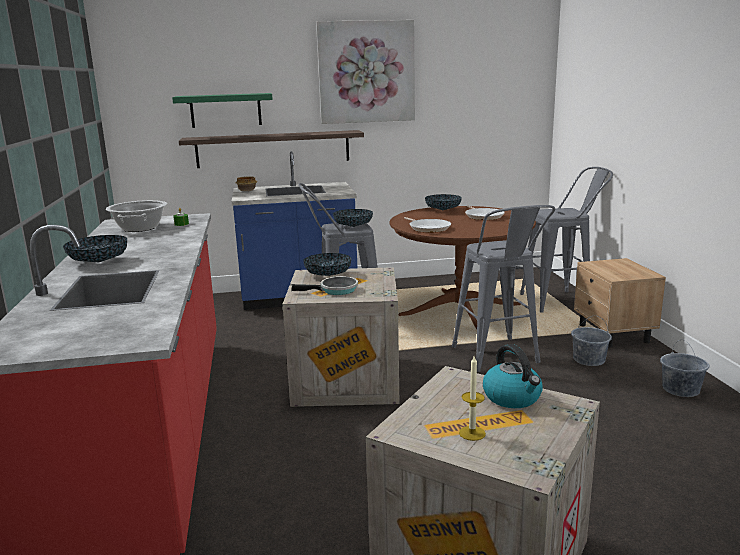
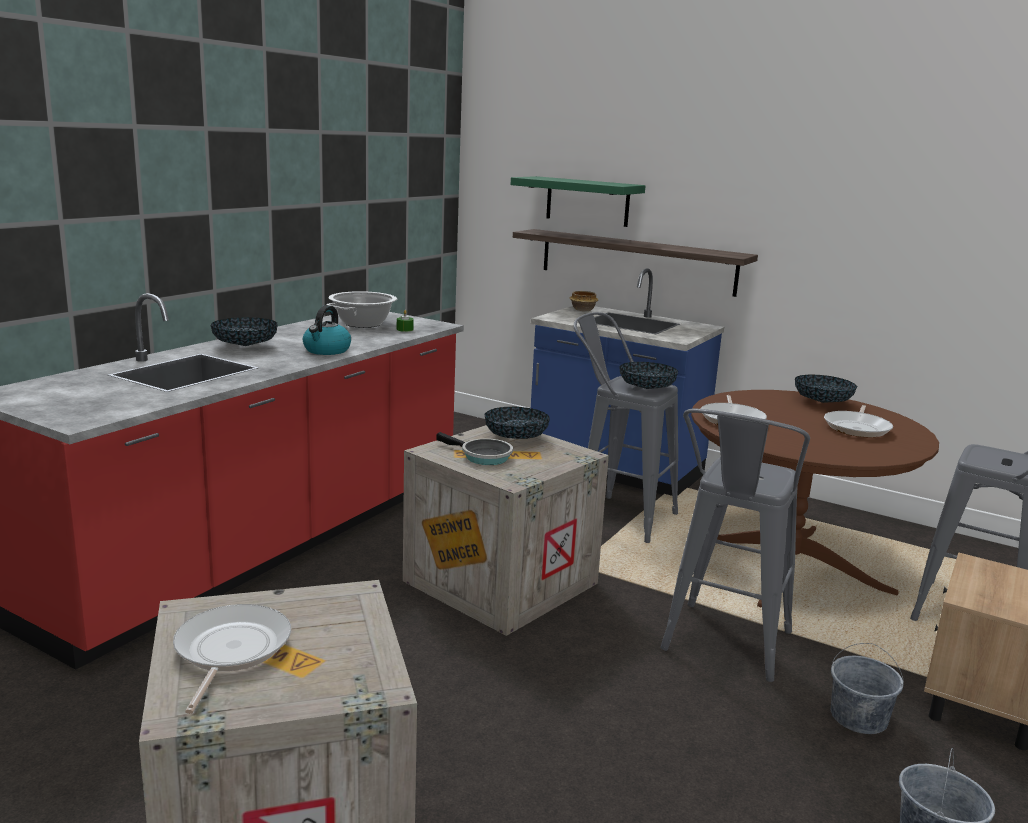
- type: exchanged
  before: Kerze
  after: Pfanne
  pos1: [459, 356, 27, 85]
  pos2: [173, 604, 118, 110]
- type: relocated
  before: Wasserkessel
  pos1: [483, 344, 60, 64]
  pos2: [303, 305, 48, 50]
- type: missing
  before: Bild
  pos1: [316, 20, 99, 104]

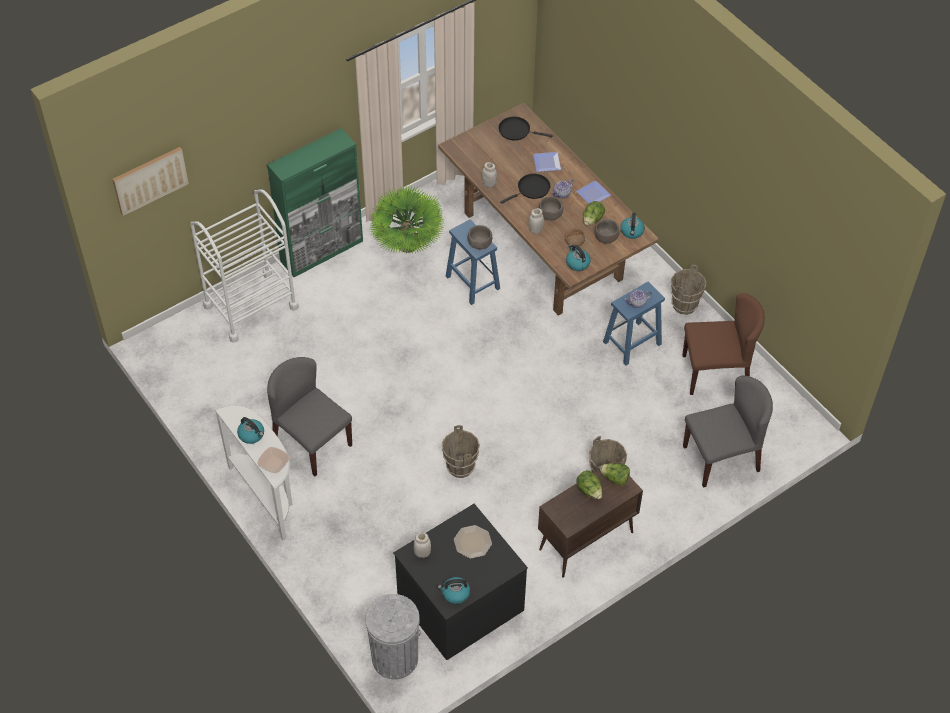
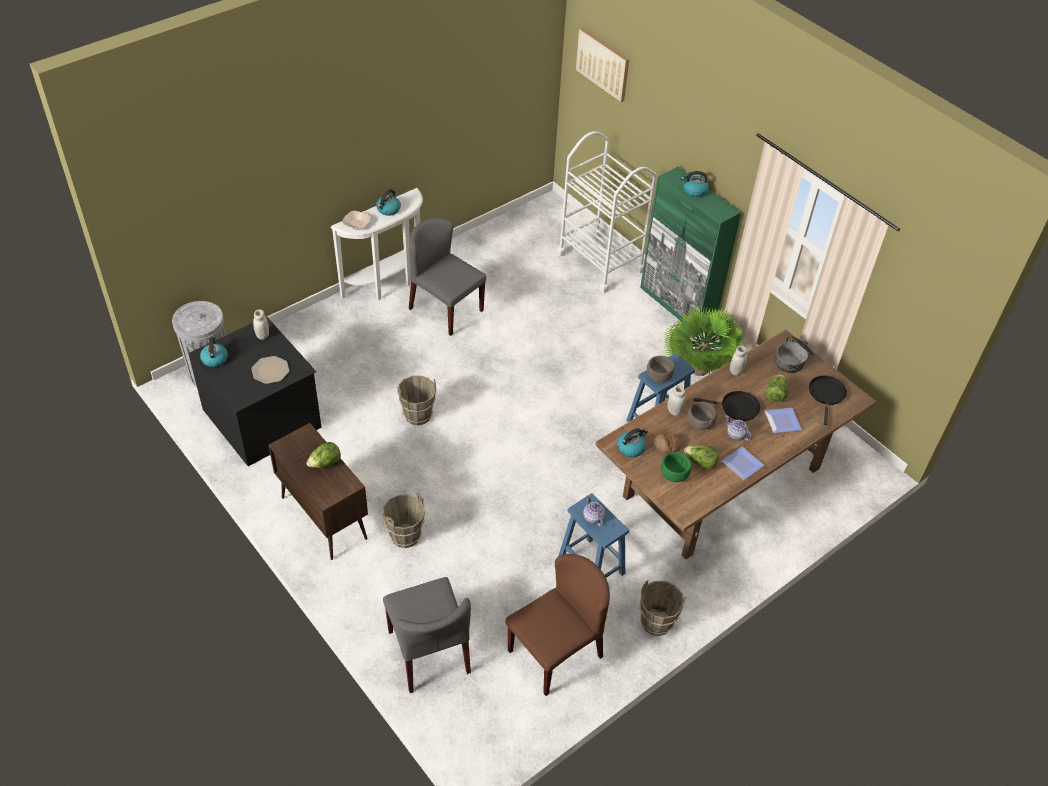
- type: spun
  before: Stuhl (grau)
  pos1: [267, 357, 85, 120]
  pos2: [409, 218, 77, 118]
  turn: -90
- type: spun
  before: Stuhl (braun)
  pos1: [682, 293, 83, 102]
  pos2: [505, 554, 105, 142]
  turn: -120
- type: colour
  before: Schüssel (braun)
  after: Schüssel (grün)
  pos1: [594, 219, 25, 24]
  pos2: [661, 452, 31, 30]
- type: relocated
  before: Wasserkessel
  pos1: [620, 213, 25, 26]
  pos2: [681, 171, 28, 26]
- type: spun
  before: Pfanne (schwarz)
  pos1: [500, 174, 50, 30]
  pos2: [694, 391, 66, 30]
  turn: -45
- type: relocated
  before: Salatkopf
  pos1: [600, 463, 30, 23]
  pos2: [765, 375, 23, 27]
- type: appeared
  after: Kochtopf
  pos2: [775, 336, 39, 37]

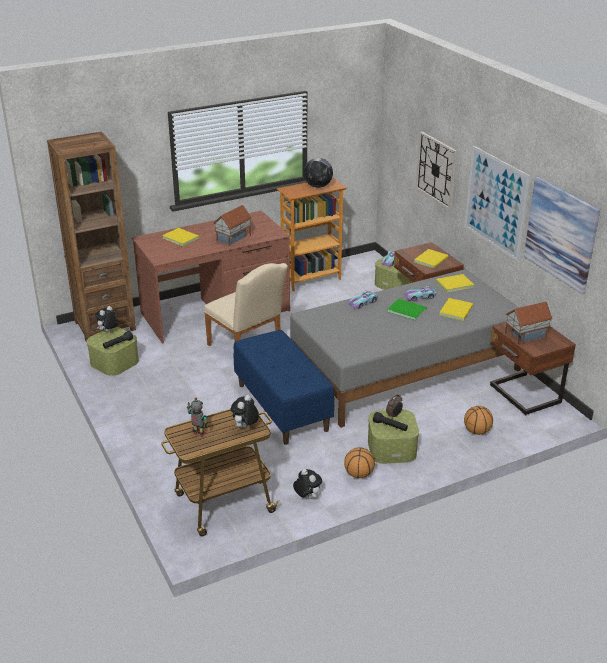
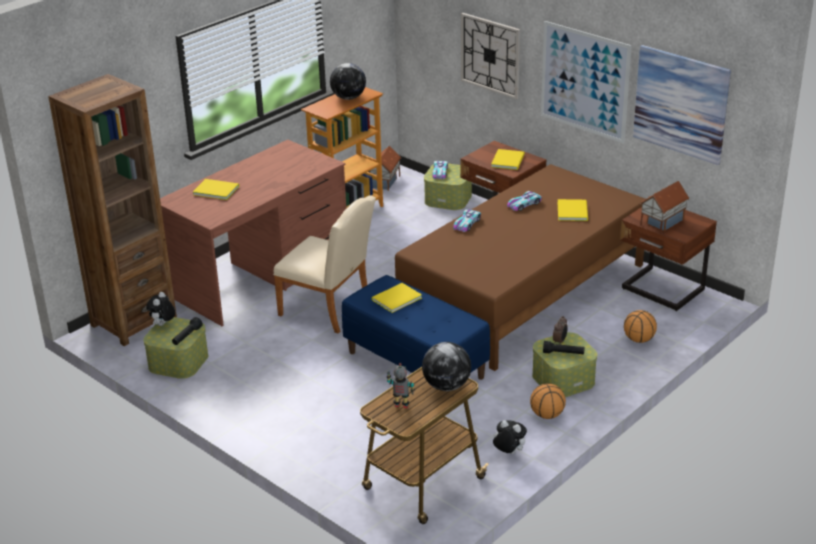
- type: relocated
  before: Spielzeughaus
  pos1: [213, 205, 39, 41]
  pos2: [370, 146, 32, 45]
- type: relocated
  before: Buch (gelb)
  pos1: [436, 274, 38, 18]
  pos2: [372, 283, 50, 30]
- type: colour
  before: Bett (grau)
  after: Bett (braun)
  pos1: [290, 269, 231, 159]
  pos2: [395, 164, 250, 207]
- type: exchanged
  before: Plüschtier
  after: Globus
  pos1: [231, 395, 28, 33]
  pos2: [422, 342, 49, 49]
- type: missing
  before: Buch (grün)
  pos1: [387, 299, 40, 22]

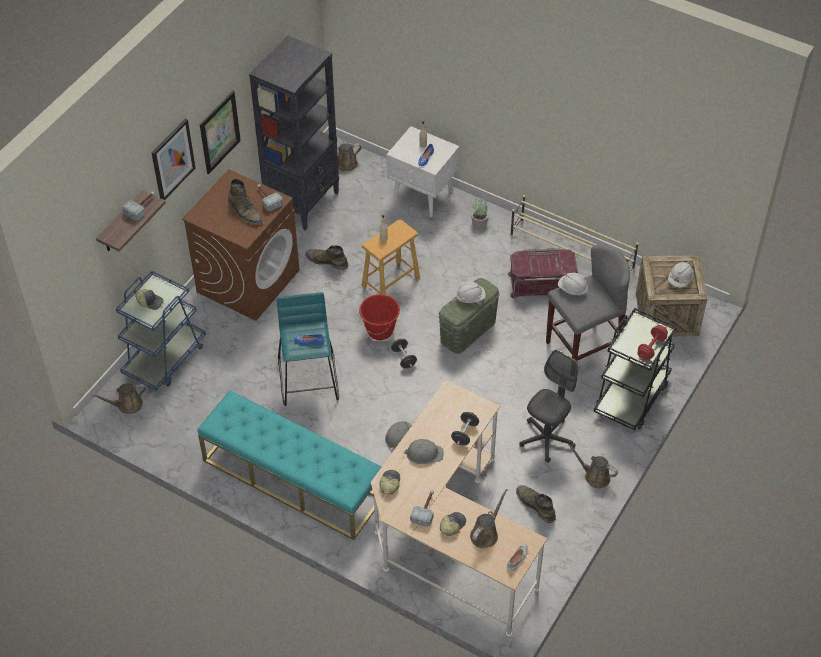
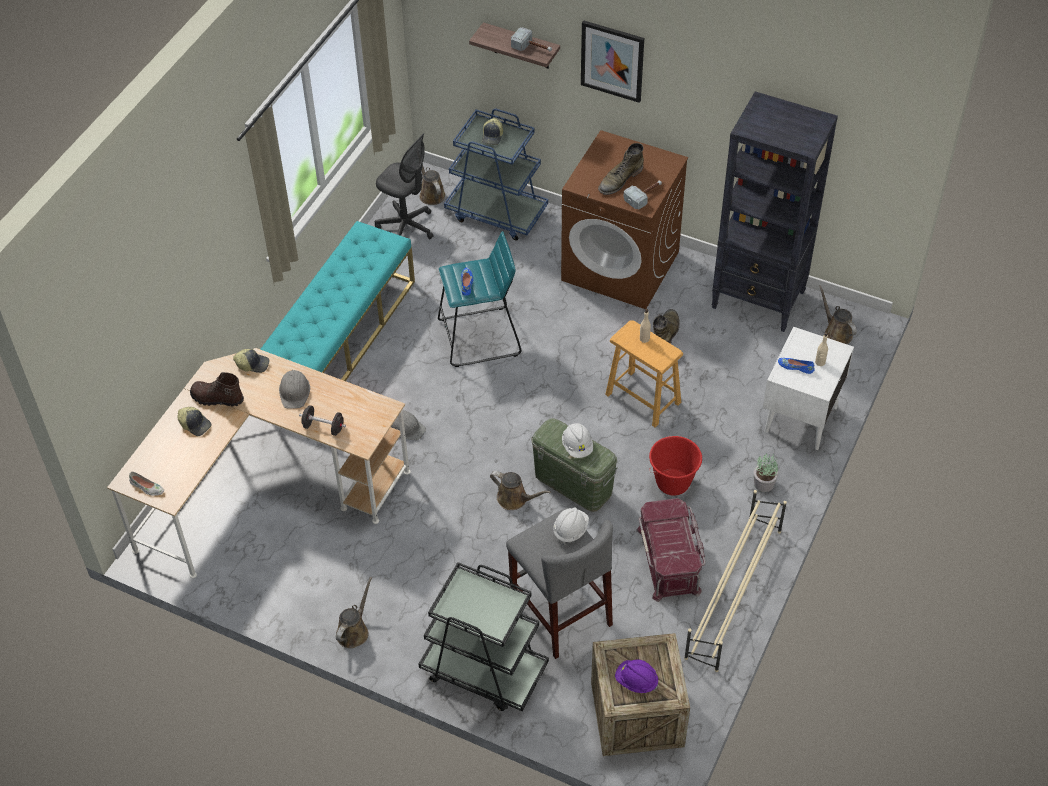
- type: exchanged
  before: Hammer
  after: Stiefel (braun)
  pos1: [410, 490, 24, 37]
  pos2: [190, 372, 54, 34]
- type: relocated
  before: Bürostuhl (grau)
  pos1: [519, 350, 59, 113]
  pos2: [375, 133, 59, 106]
- type: relocated
  before: Gießkanne (braun)
  pos1: [470, 489, 37, 59]
  pos2: [490, 471, 60, 39]
- type: colour
  before: Schutzhelm (weiß)
  after: Schutzhelm (lila)
  pos1: [668, 262, 26, 26]
  pos2: [615, 659, 43, 34]
- type: relocated
  before: Eimer (rot)
  pos1: [359, 294, 41, 46]
  pos2: [649, 436, 53, 60]
- type: missing
  before: Bild
  pos1: [200, 91, 41, 83]
- type: missing
  before: Hantel (schwarz)
  pos1: [391, 339, 26, 29]
- type: missing
  before: Stiefel (grün)
  pos1: [516, 485, 40, 38]
- type: missing
  before: Hantel (rot)
  pos1: [637, 325, 31, 35]

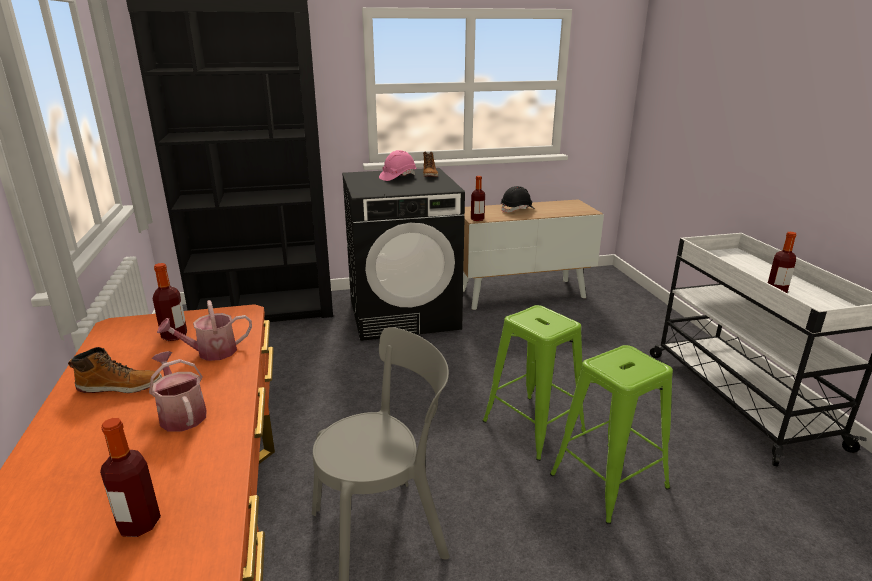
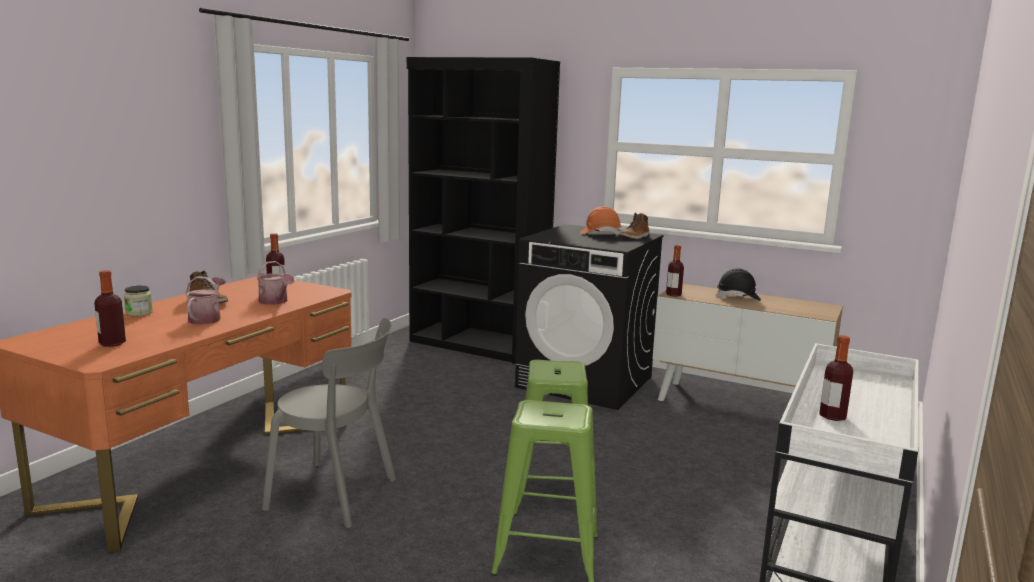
- type: appeared
  after: Vorratsglas
  pos2: [124, 286, 29, 30]
- type: spun
  before: Gießkanne
  pos1: [157, 300, 95, 61]
  pos2: [257, 261, 37, 44]
  turn: -150
- type: colour
  before: Schutzhelm (rosa)
  after: Schutzhelm (orange)
  pos1: [379, 150, 37, 31]
  pos2: [580, 206, 41, 29]

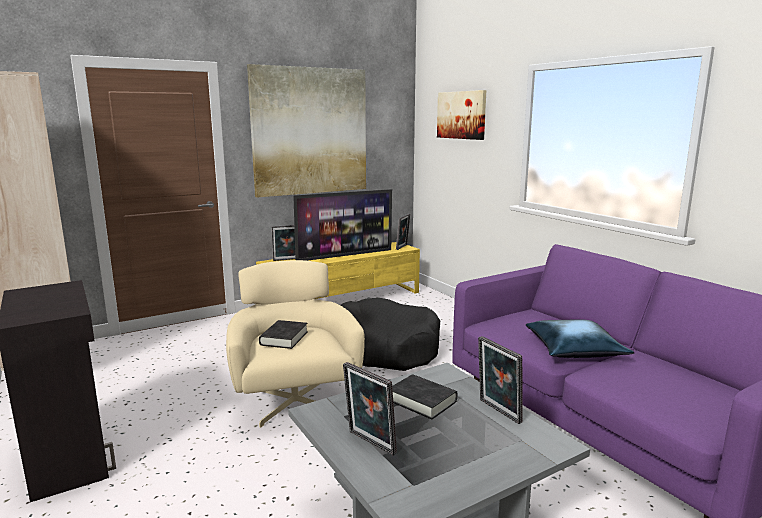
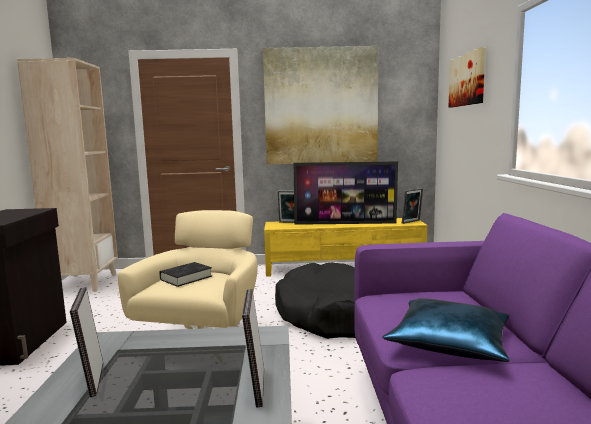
- type: missing
  before: Buch (schwarz)
  pos1: [392, 374, 65, 46]

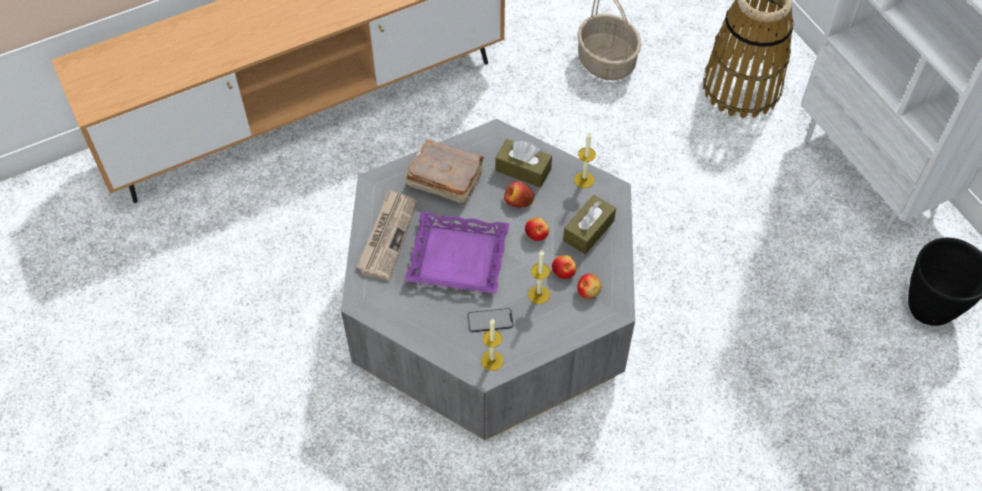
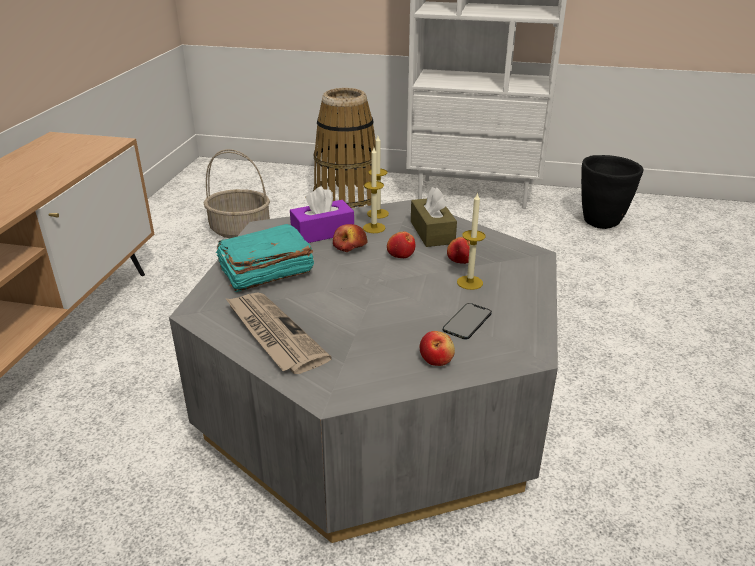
- type: colour
  before: Buch (braun)
  after: Buch (türkis)
  pos1: [405, 139, 79, 64]
  pos2: [216, 224, 98, 68]
- type: colour
  before: Taschentuchbox (braun)
  after: Taschentuchbox (lila)
  pos1: [496, 139, 56, 49]
  pos2: [290, 186, 64, 57]
- type: relocated
  before: Kerze
  pos1: [481, 319, 23, 52]
  pos2: [363, 148, 22, 85]
- type: relocated
  before: Apfel
  pos1: [577, 274, 24, 25]
  pos2: [420, 331, 35, 35]
- type: missing
  before: Tablett (lila)
  pos1: [405, 212, 105, 82]

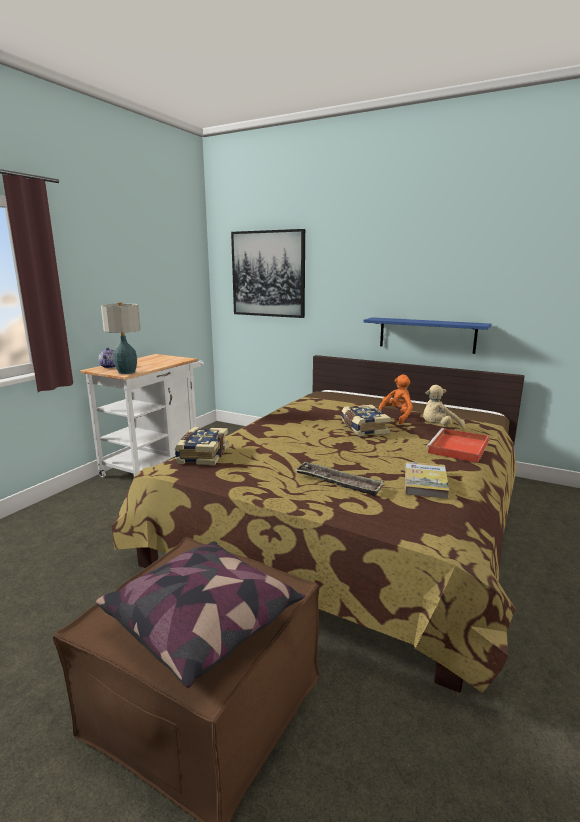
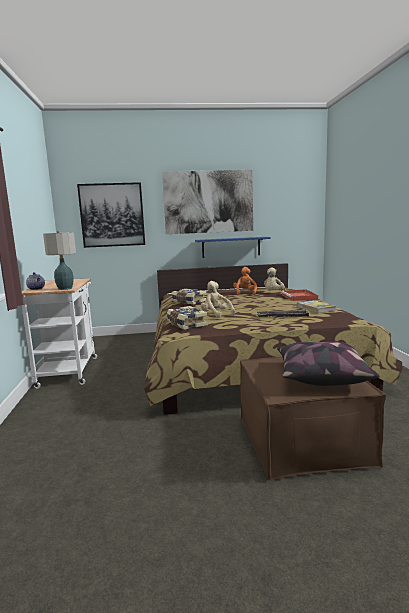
- type: appeared
  after: Bild
  pos2: [162, 170, 91, 64]
- type: relocated
  before: Buch
  pos1: [342, 405, 49, 31]
  pos2: [172, 289, 35, 15]
- type: appeared
  after: Plüschtier (beige)
  pos2: [201, 281, 34, 37]

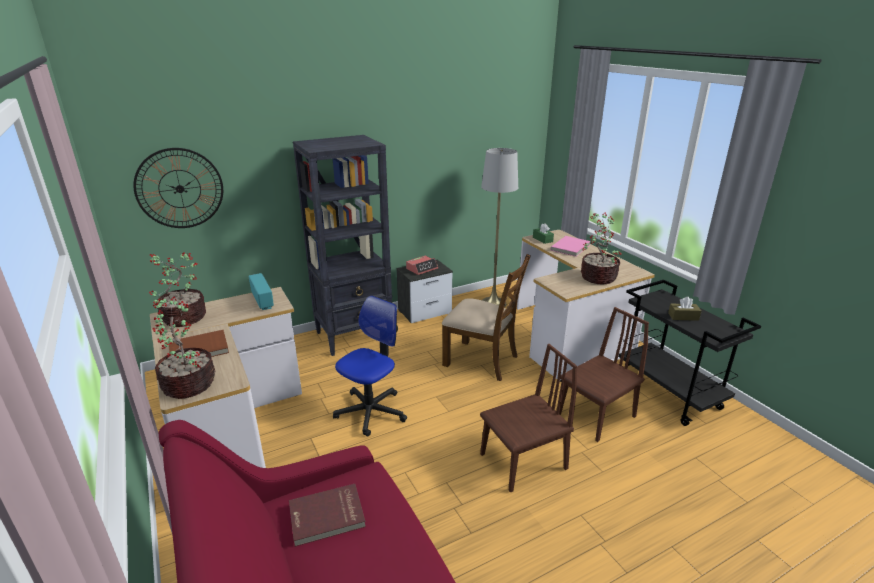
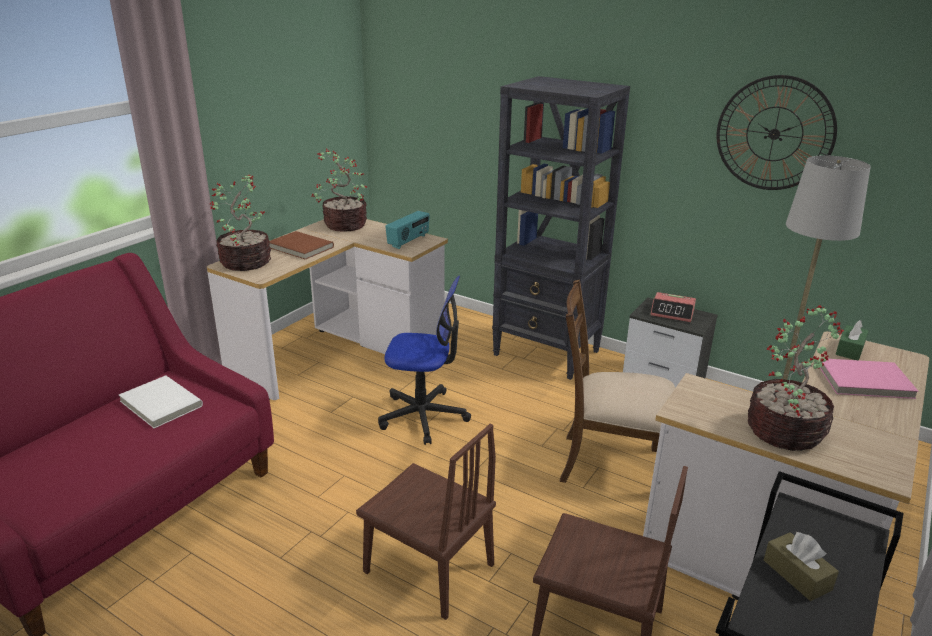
- type: colour
  before: Buch (rot)
  after: Buch (weiß)
  pos1: [289, 484, 77, 63]
  pos2: [119, 375, 84, 53]
- type: spun
  before: Stuhl (braun)
  pos1: [442, 254, 89, 127]
  pos2: [559, 280, 116, 203]
  turn: 105
- type: relocated
  before: Wanduhr
  pos1: [133, 148, 90, 80]
  pos2: [717, 75, 120, 115]

